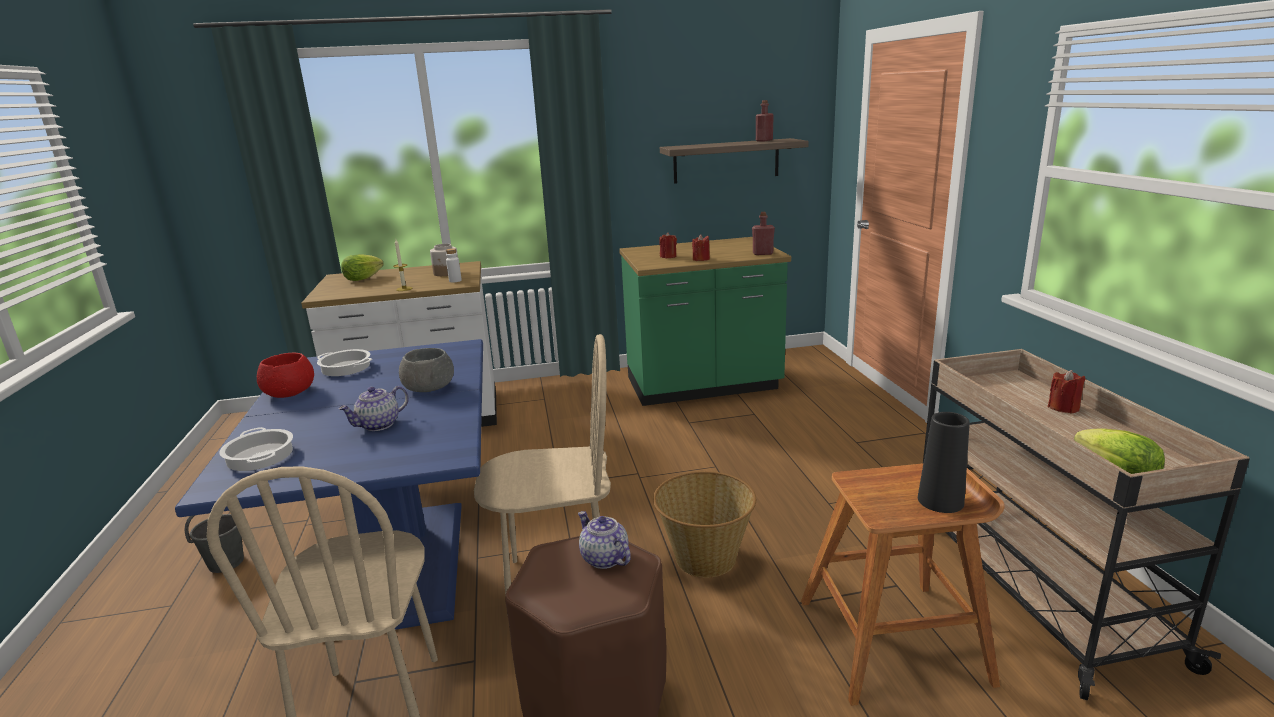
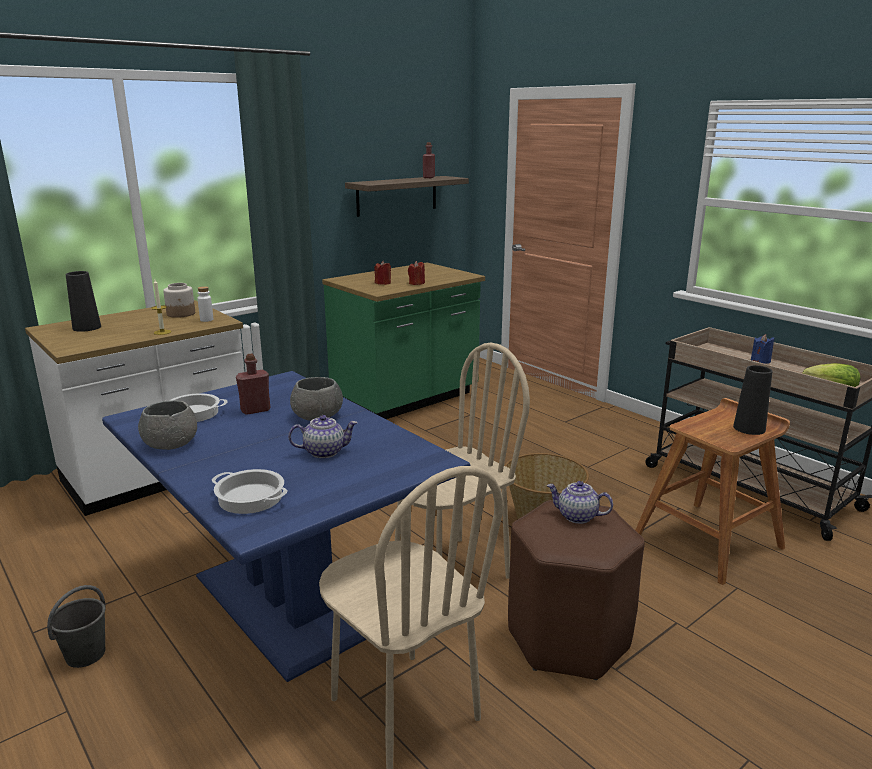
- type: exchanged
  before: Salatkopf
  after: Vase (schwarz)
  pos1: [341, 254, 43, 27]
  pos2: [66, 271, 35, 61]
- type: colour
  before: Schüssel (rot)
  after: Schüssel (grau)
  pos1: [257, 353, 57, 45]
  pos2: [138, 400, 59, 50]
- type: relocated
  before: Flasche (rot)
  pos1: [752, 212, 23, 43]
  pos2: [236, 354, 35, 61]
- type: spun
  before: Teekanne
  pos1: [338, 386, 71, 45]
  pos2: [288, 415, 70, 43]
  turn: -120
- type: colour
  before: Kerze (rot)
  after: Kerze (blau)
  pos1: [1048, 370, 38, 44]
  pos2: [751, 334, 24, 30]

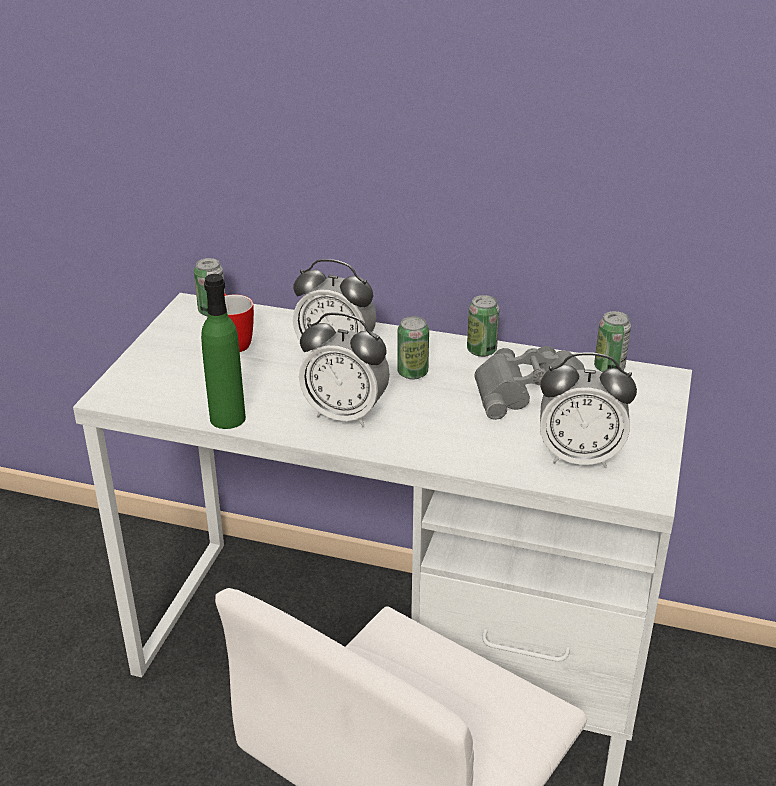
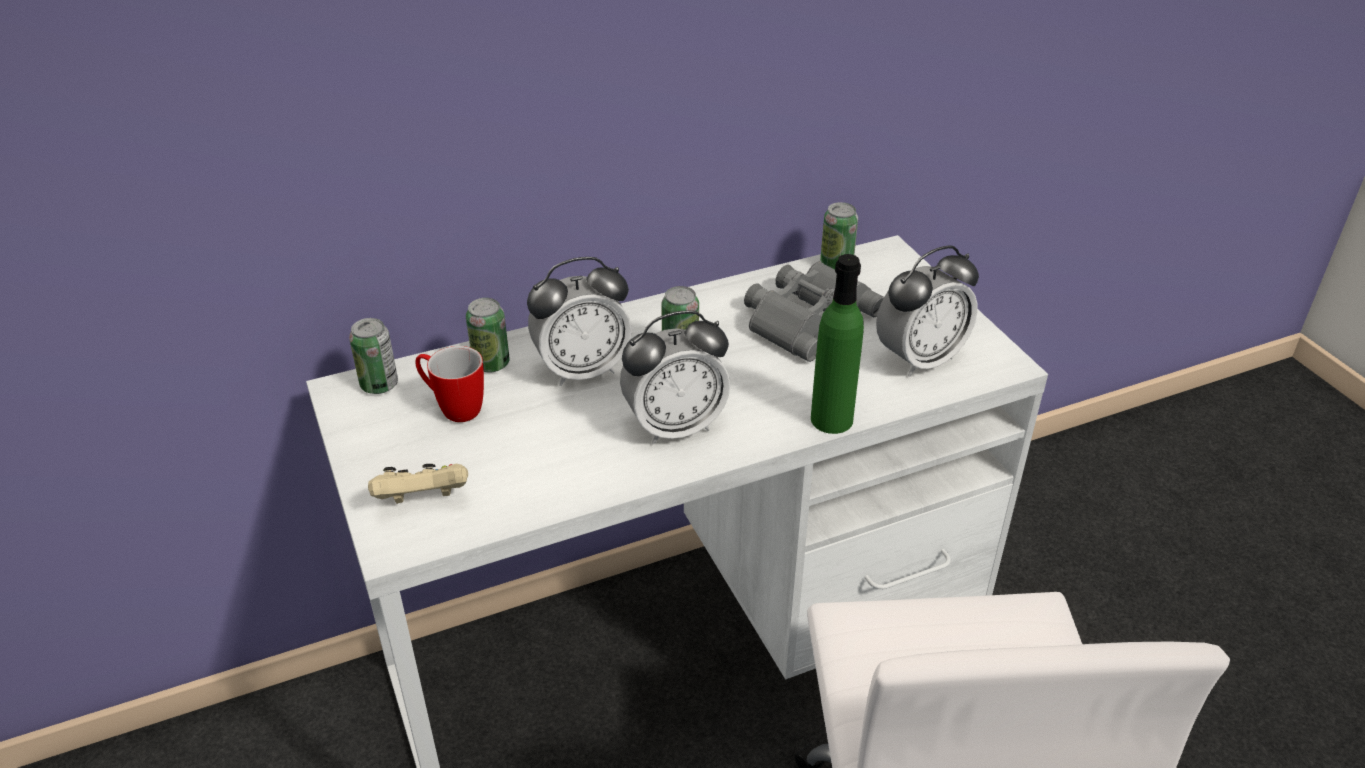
- type: appeared
  after: Gamepad (beige)
  pos2: [368, 464, 100, 40]
- type: relocated
  before: Dose
  pos1: [467, 295, 33, 62]
  pos2: [466, 298, 44, 75]
- type: relocated
  before: Flasche (grün)
  pos1: [201, 274, 45, 155]
  pos2: [811, 254, 53, 180]

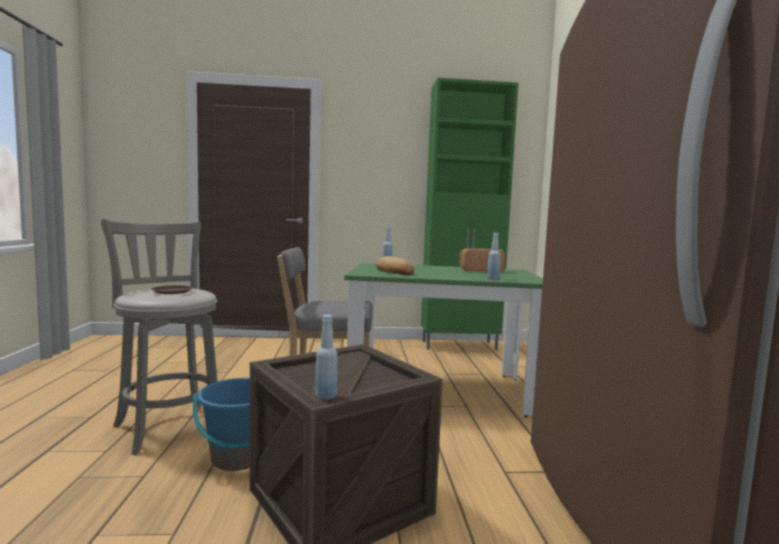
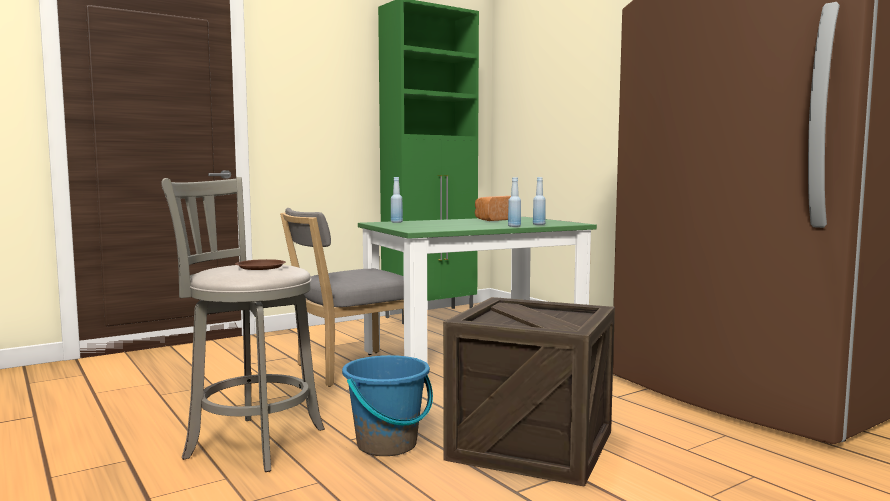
- type: relocated
  before: Flasche (blau)
  pos1: [315, 315, 23, 84]
  pos2: [508, 177, 13, 50]
- type: missing
  before: Brot
  pos1: [376, 256, 38, 19]

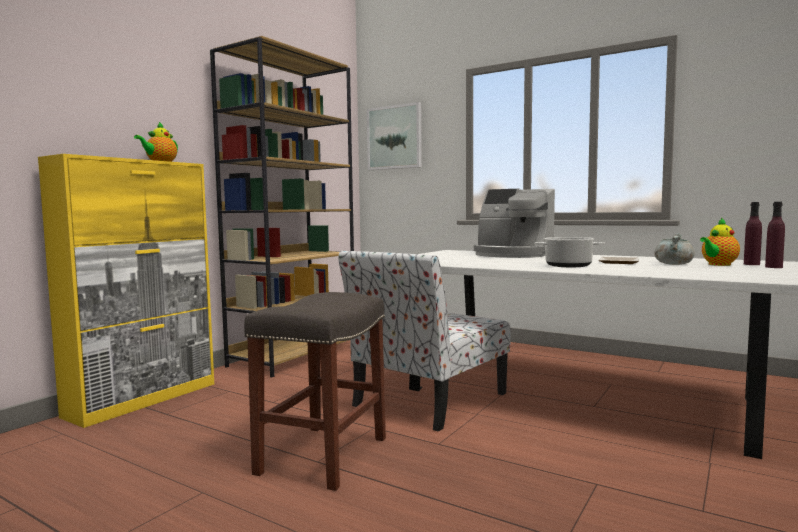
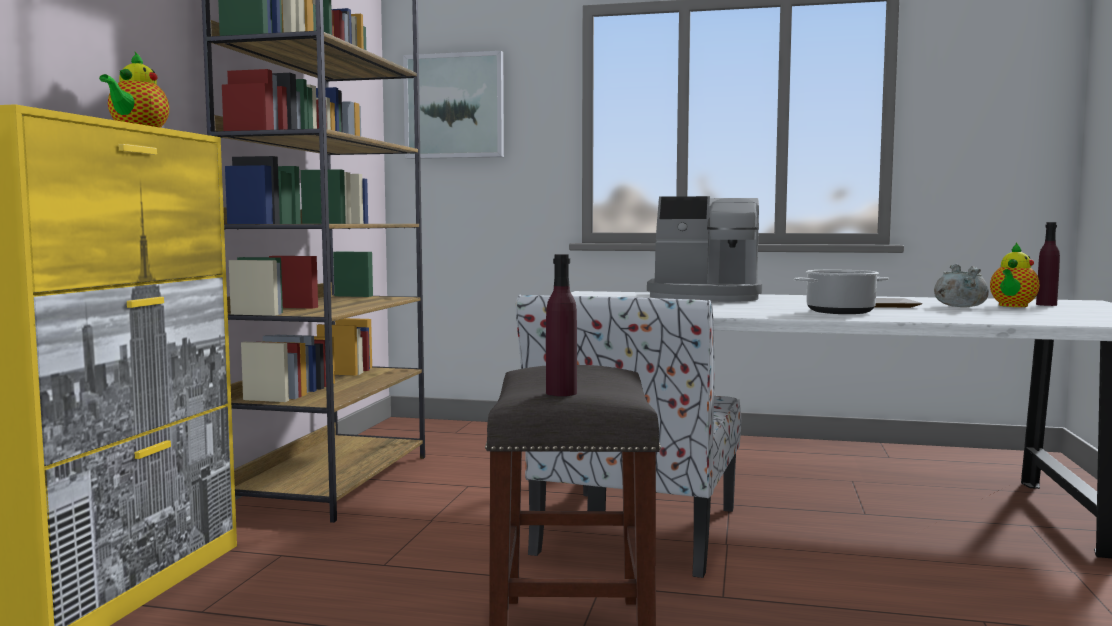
- type: relocated
  before: Flasche (lila)
  pos1: [765, 202, 20, 66]
  pos2: [546, 254, 31, 142]

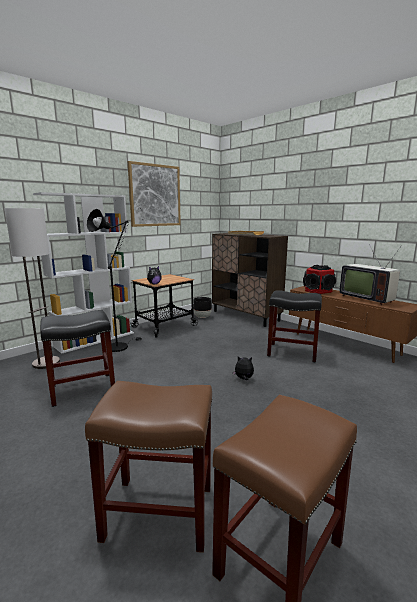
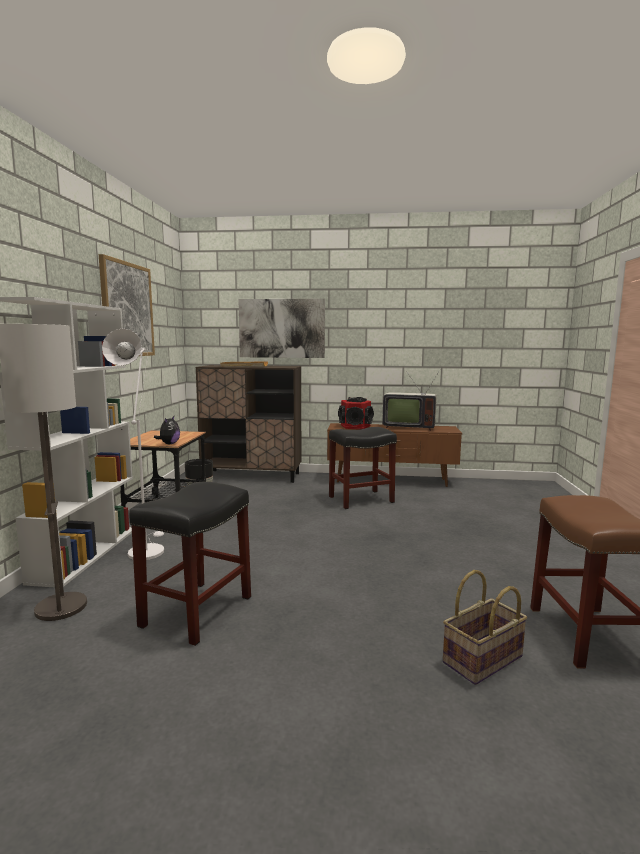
- type: colour
  before: Stehlampe (schwarz)
  after: Stehlampe (weiß)
  pos1: [87, 209, 55, 143]
  pos2: [102, 328, 62, 232]
- type: appeared
  after: Bild
  pos2: [238, 299, 87, 59]
- type: exchanged
  before: Hocker (braun)
  after: Korb
  pos1: [85, 381, 127, 172]
  pos2: [443, 570, 84, 115]
- type: missing
  before: Plüschtier
  pos1: [233, 356, 21, 24]

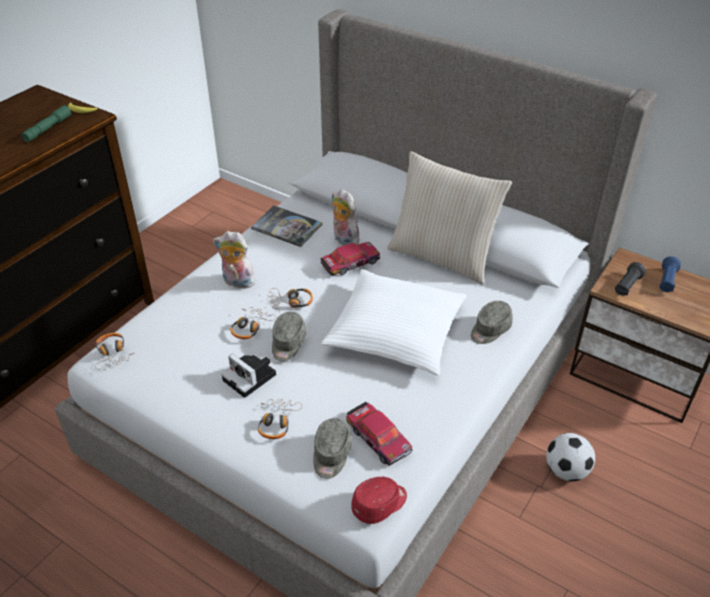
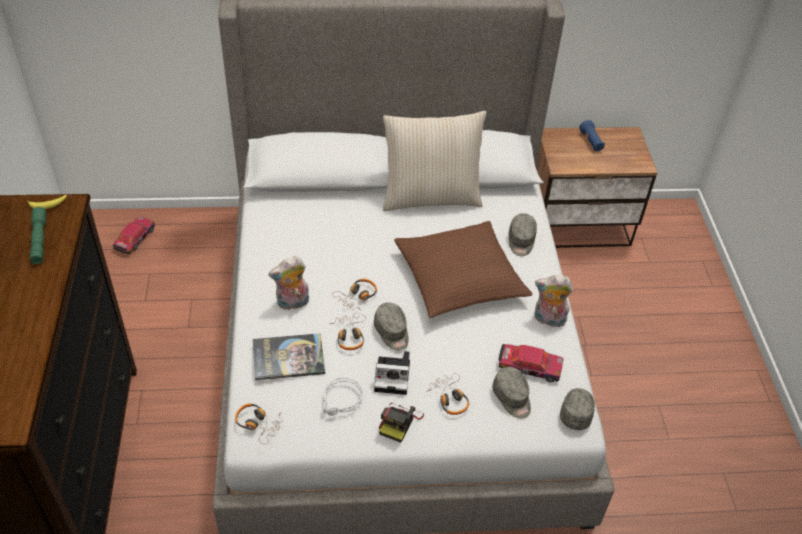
- type: relocated
  before: Spielzeugauto
  pos1: [320, 242, 60, 33]
  pos2: [112, 216, 43, 38]
- type: relocated
  before: Buch
  pos1: [251, 206, 71, 41]
  pos2: [253, 333, 72, 47]
- type: appeared
  after: Kopfhörer (grau)
  pos2: [323, 377, 40, 39]
- type: appeared
  after: Kamera
  pos2: [379, 403, 45, 40]
- type: colour
  before: Kissen (weiß)
  after: Kissen (braun)
  pos1: [321, 269, 145, 106]
  pos2: [394, 221, 139, 97]
- type: relocated
  before: Plüschtier
  pos1: [331, 189, 28, 57]
  pos2: [534, 275, 39, 52]
- type: colour
  before: Kappe (rot)
  after: Kappe (grau)
  pos1: [351, 477, 56, 47]
  pos2: [560, 388, 35, 42]
- type: missing
  before: Fußball
  pos1: [546, 433, 49, 48]
- type: missing
  before: Taschenlampe (schwarz)
  pos1: [615, 262, 31, 34]

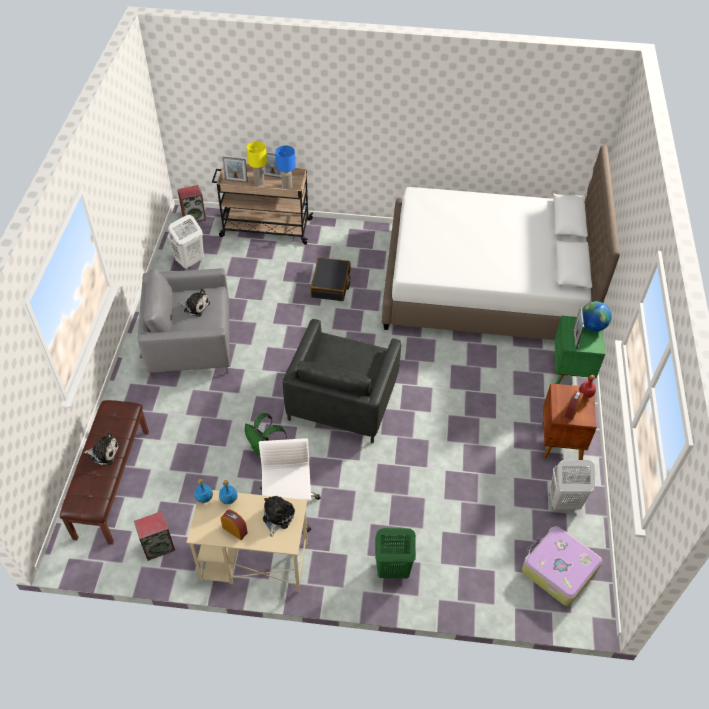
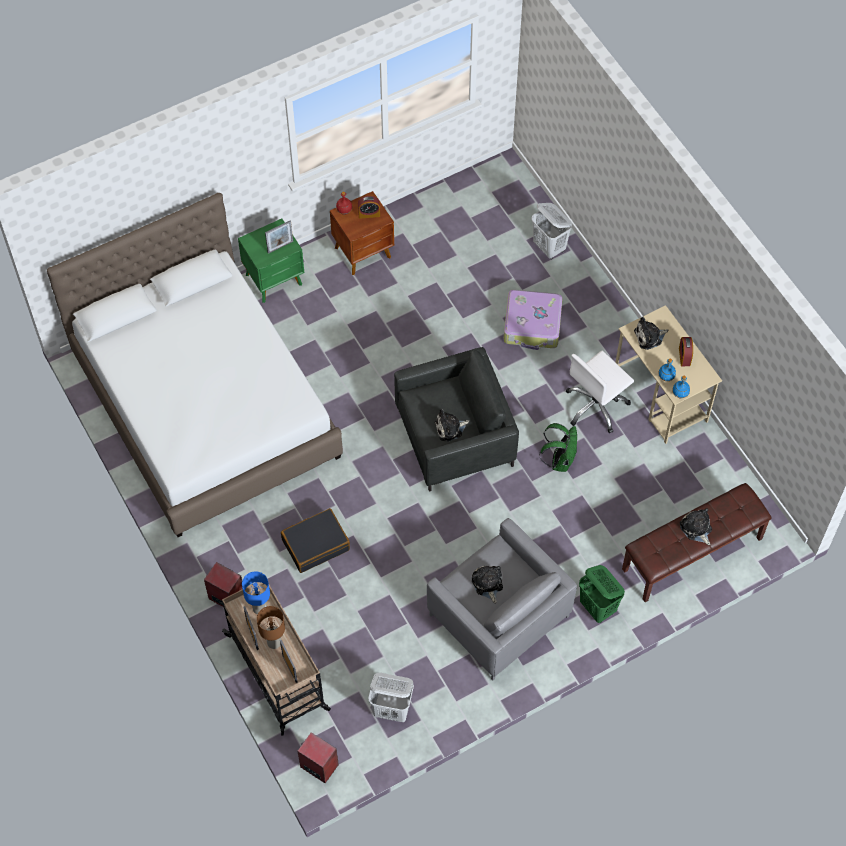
- type: relocated
  before: Lautsprecher
  pos1: [134, 511, 41, 50]
  pos2: [204, 562, 38, 45]
- type: colour
  before: Tischlampe (gelb)
  after: Tischlampe (braun)
  pos1: [247, 141, 20, 45]
  pos2: [257, 606, 28, 43]
- type: appeared
  after: Plüschtier
  pos2: [434, 409, 35, 33]
- type: relocated
  before: Koffer
  pos1: [522, 526, 80, 80]
  pos2: [503, 290, 60, 60]
- type: relocated
  before: Wäschekorb (weiß)
  pos1: [549, 460, 46, 50]
  pos2: [531, 203, 41, 56]
- type: relocated
  before: Wäschekorb (grün)
  pos1: [375, 528, 41, 50]
  pos2: [579, 565, 46, 58]
- type: missing
  before: Globus
  pos1: [582, 301, 30, 31]

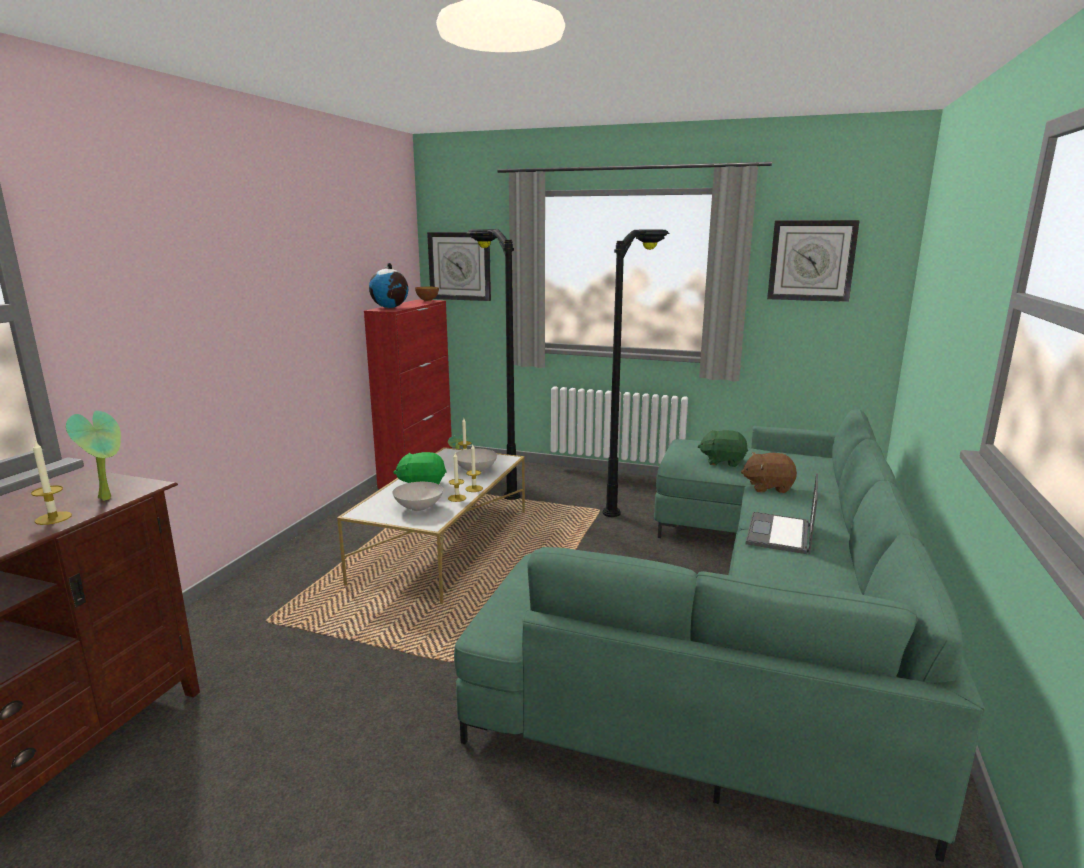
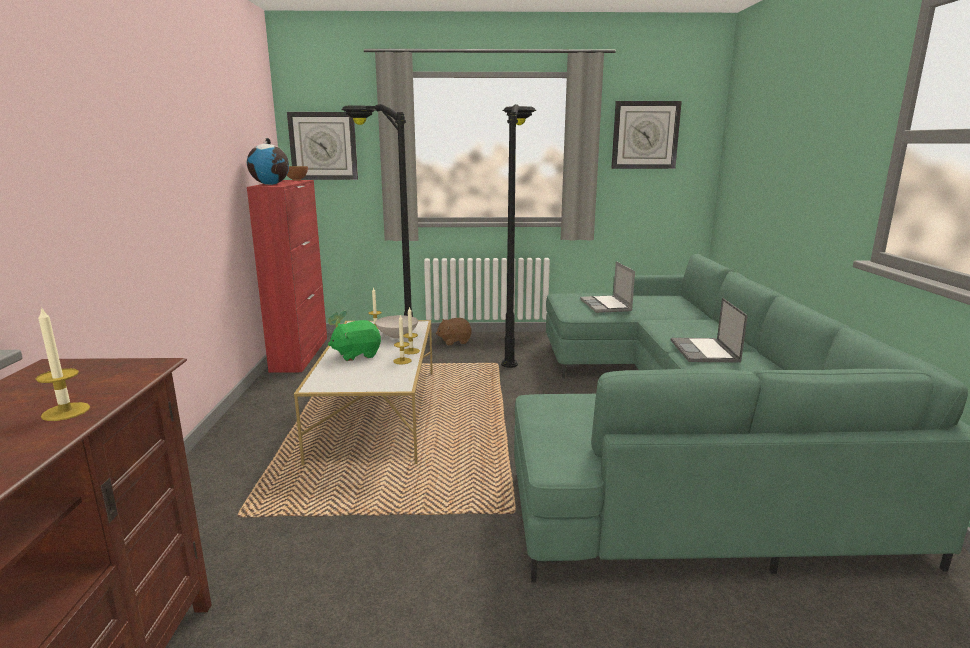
- type: relocated
  before: Plüschtier (braun)
  pos1: [741, 452, 56, 41]
  pos2: [436, 318, 36, 27]
- type: exchanged
  before: Plüschtier (grün)
  after: Laptop
  pos1: [698, 430, 50, 37]
  pos2: [580, 261, 55, 52]
- type: missing
  before: Topfpflanze
  pos1: [66, 411, 55, 90]
- type: missing
  before: Schüssel (weiß)
  pos1: [392, 482, 51, 29]

